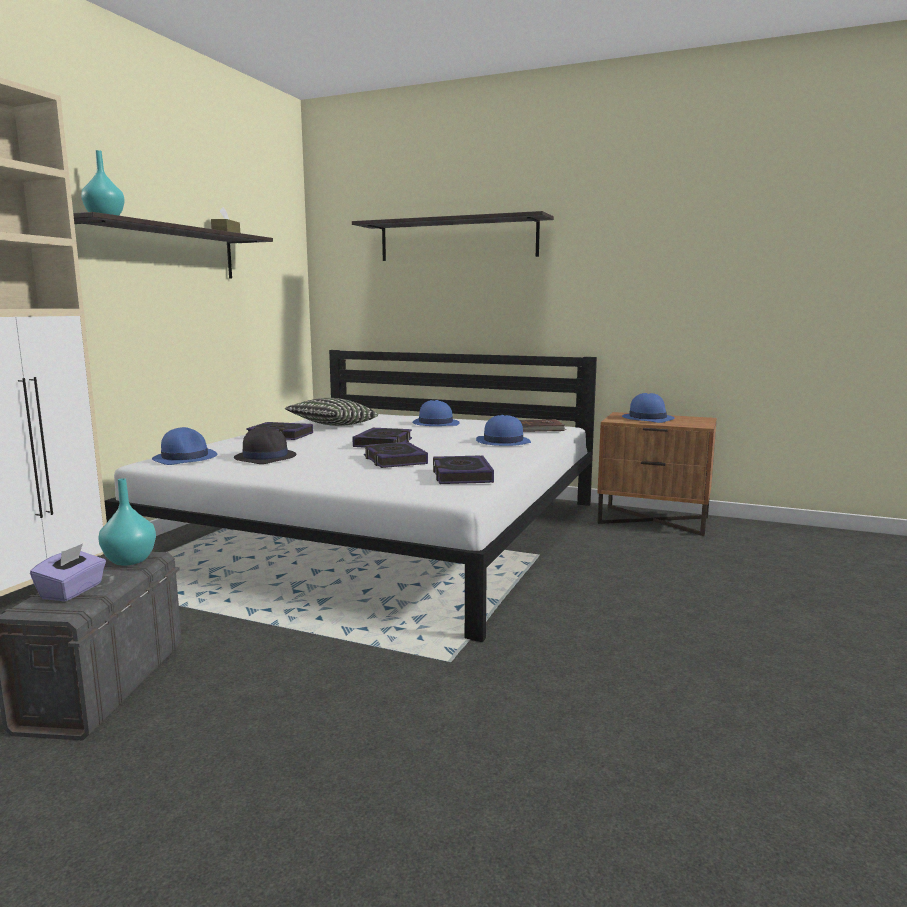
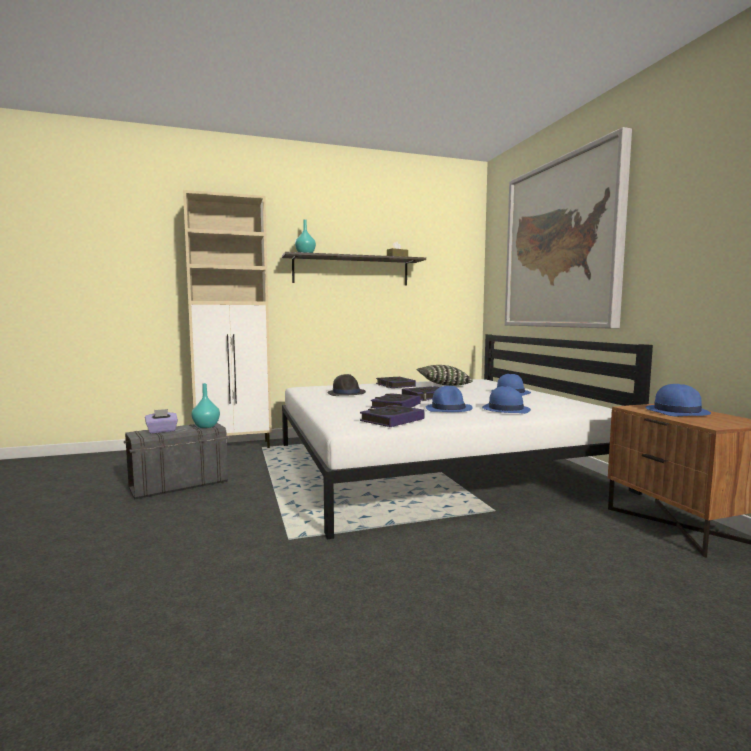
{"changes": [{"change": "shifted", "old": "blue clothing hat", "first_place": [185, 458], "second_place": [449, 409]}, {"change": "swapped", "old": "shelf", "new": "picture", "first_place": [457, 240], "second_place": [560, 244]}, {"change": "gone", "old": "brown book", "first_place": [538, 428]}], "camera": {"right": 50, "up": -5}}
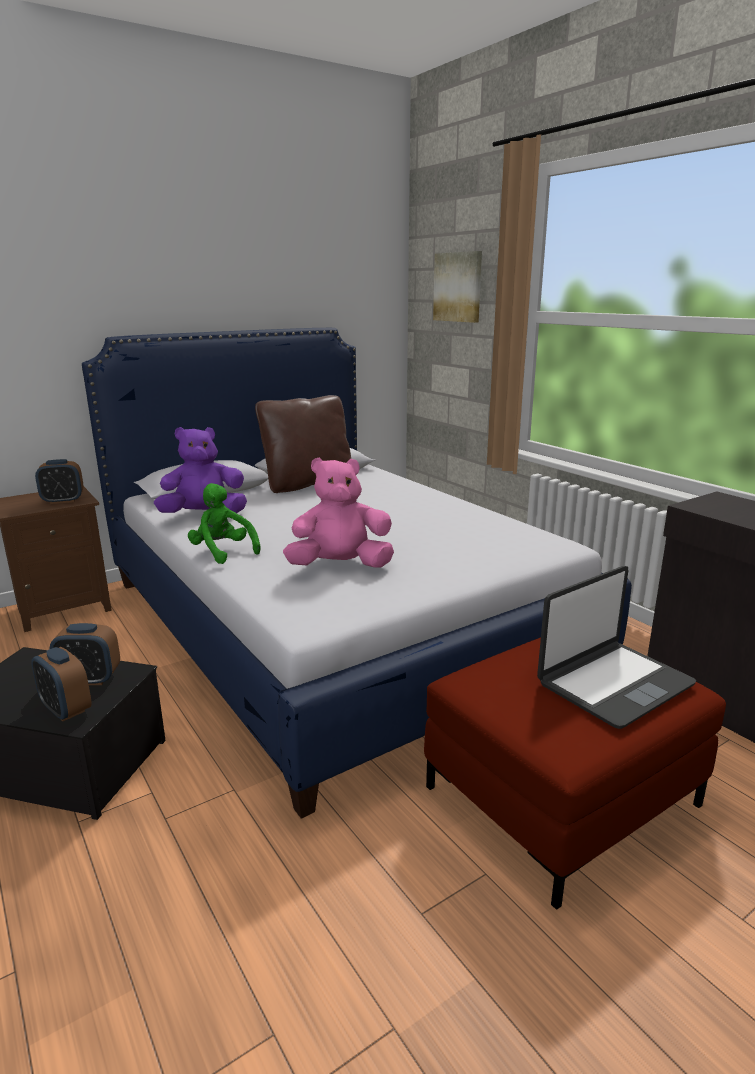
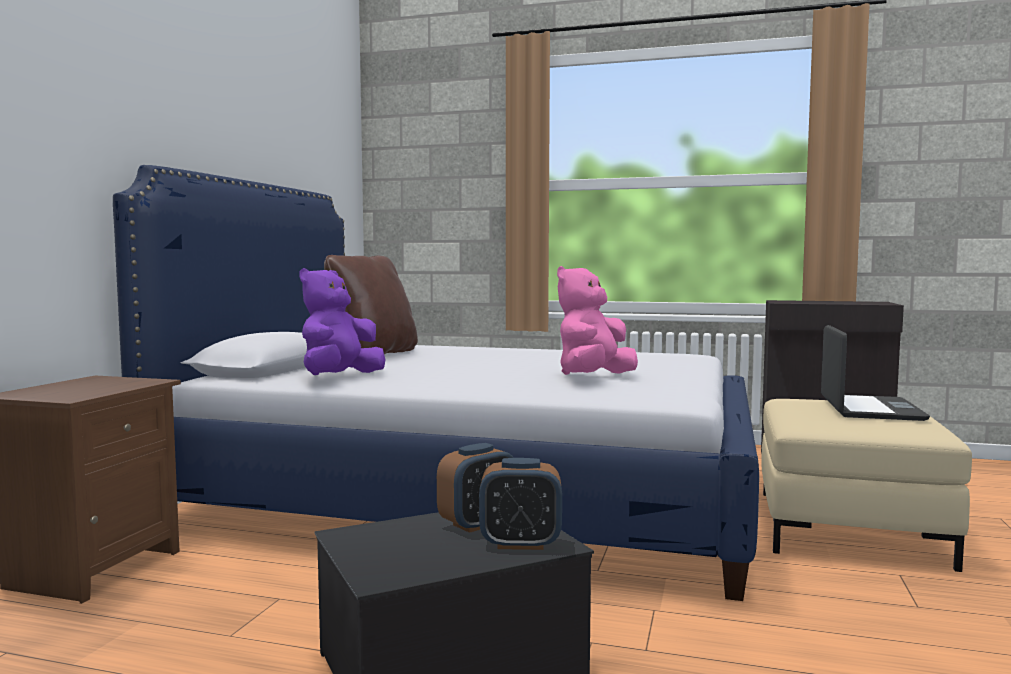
{"changes": [{"change": "repainted", "old": "red ottoman", "new": "beige-coloured ottoman", "first_place": [561, 794], "second_place": [846, 527]}, {"change": "gone", "old": "table clock", "first_place": [63, 501]}, {"change": "gone", "old": "greenish plush toy", "first_place": [223, 552]}, {"change": "gone", "old": "picture", "first_place": [458, 287]}], "camera": {"right": -40, "up": -15}}
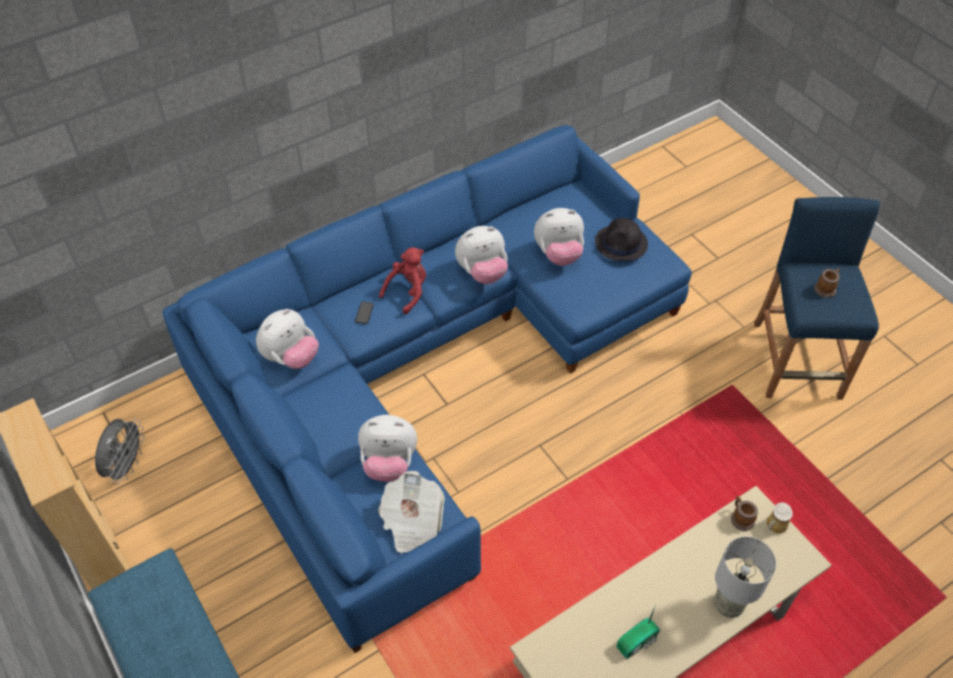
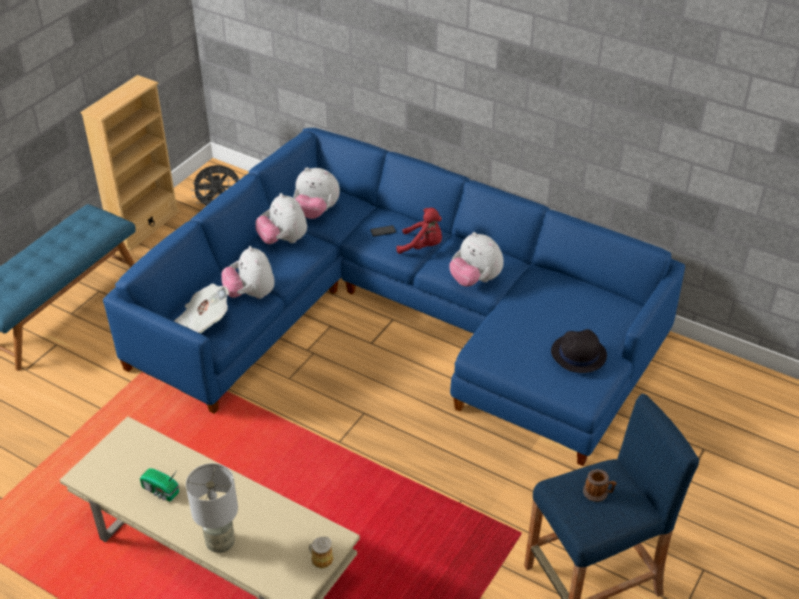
{"changes": [{"change": "shifted", "old": "plush toy", "first_place": [558, 254], "second_place": [283, 240]}, {"change": "gone", "old": "coffee mug", "first_place": [740, 518]}], "camera": {"right": 65, "up": -10}}
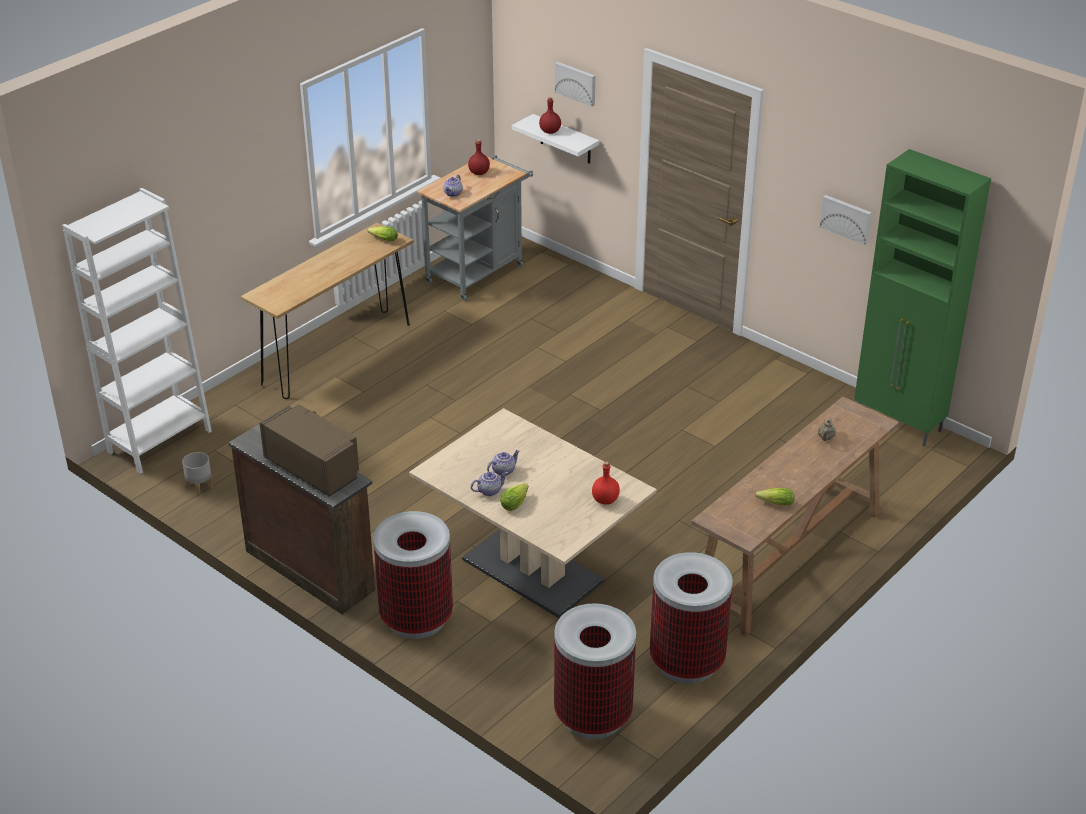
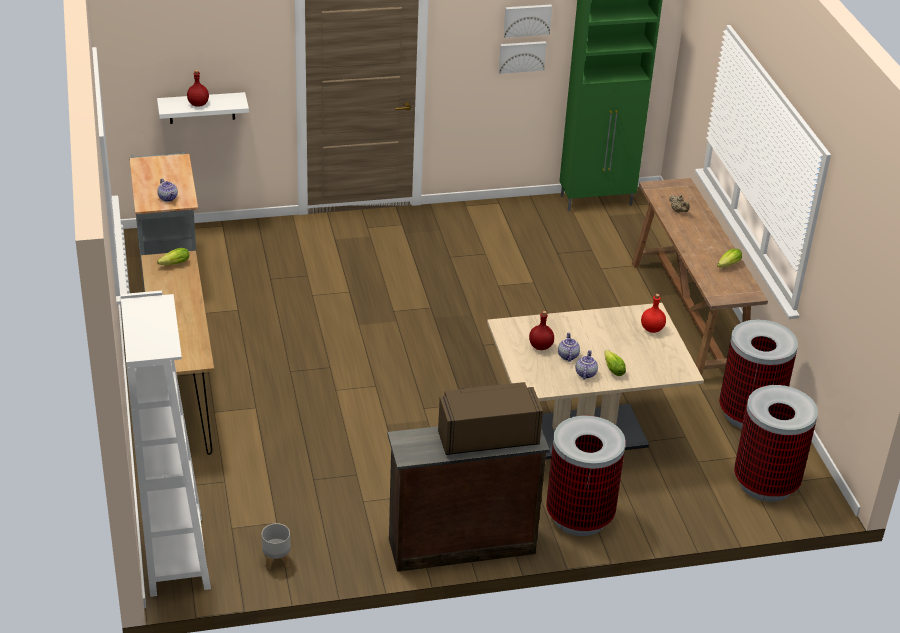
{"changes": [{"change": "shifted", "old": "picture", "first_place": [576, 83], "second_place": [527, 20]}, {"change": "shifted", "old": "red drink bottle", "first_place": [479, 173], "second_place": [541, 346]}], "camera": {"right": -55, "up": 0}}
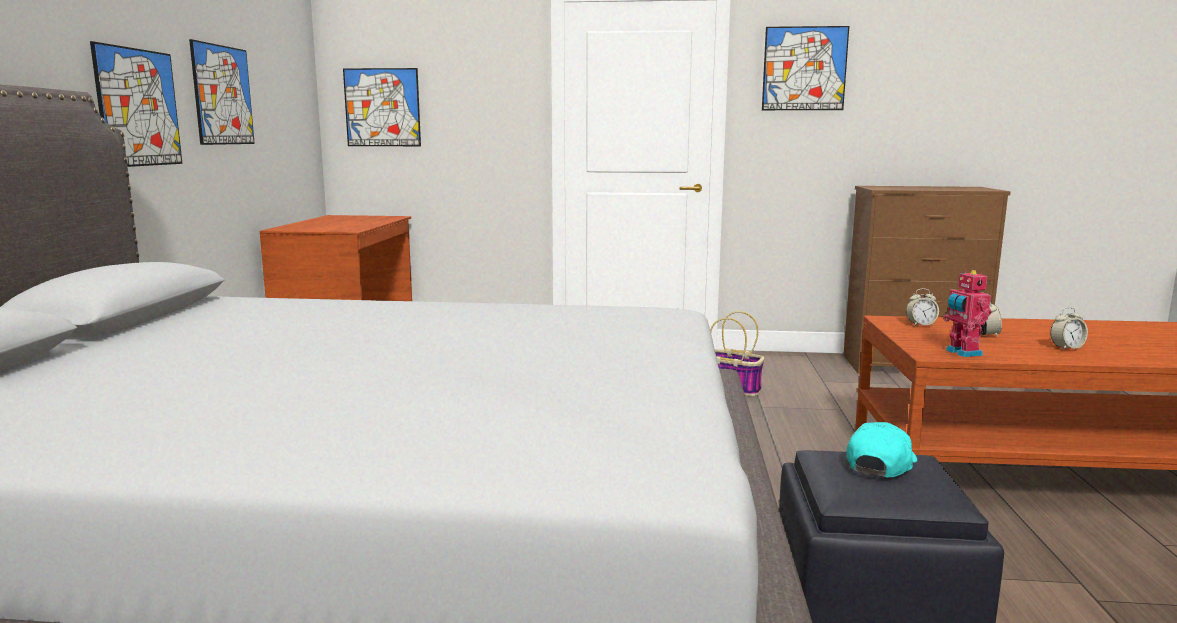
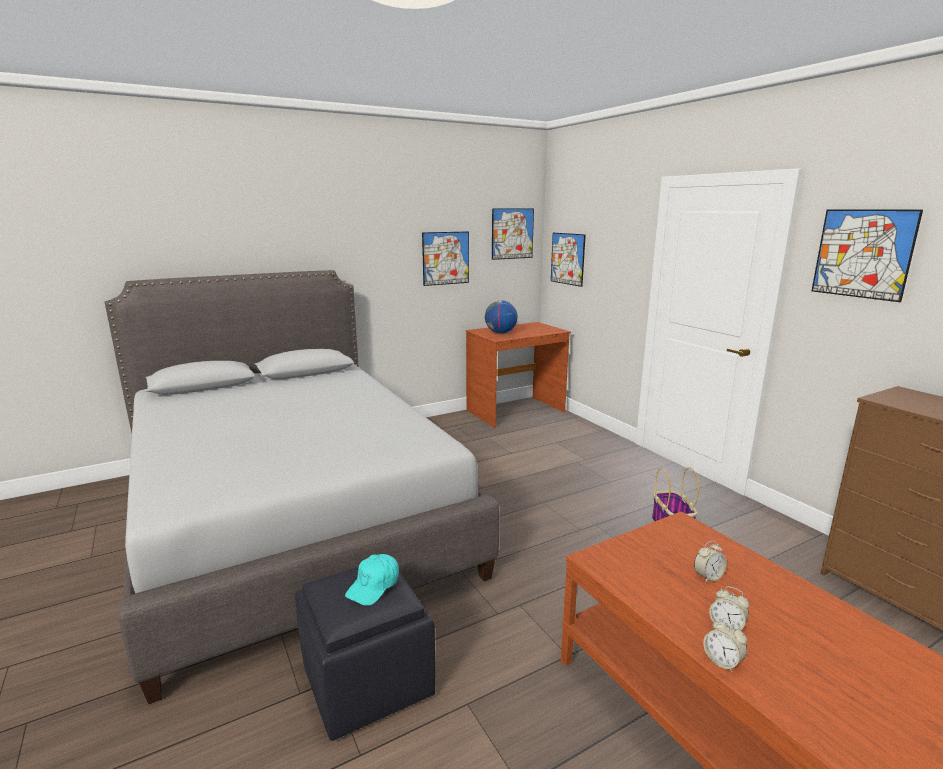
{"changes": [{"change": "rotated", "old": "turquoise-coloured baseball cap", "first_place": [881, 464], "second_place": [374, 586], "degrees": 120}, {"change": "new", "new": "globe", "second_place": [500, 333]}, {"change": "shifted", "old": "picture", "first_place": [138, 107], "second_place": [512, 233]}, {"change": "shifted", "old": "table clock", "first_place": [920, 325], "second_place": [722, 661]}, {"change": "gone", "old": "robot figure", "first_place": [962, 353]}], "camera": {"right": 55, "up": 5}}
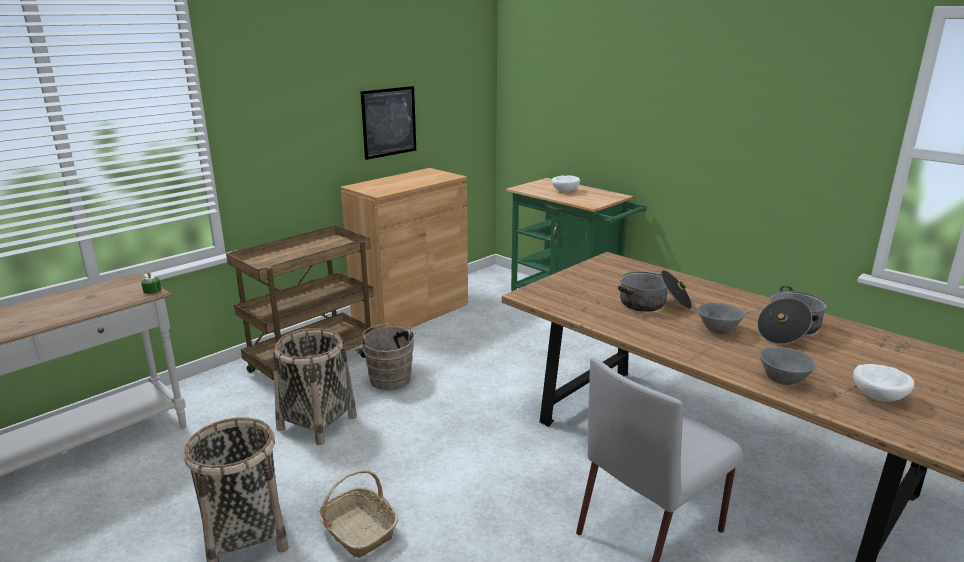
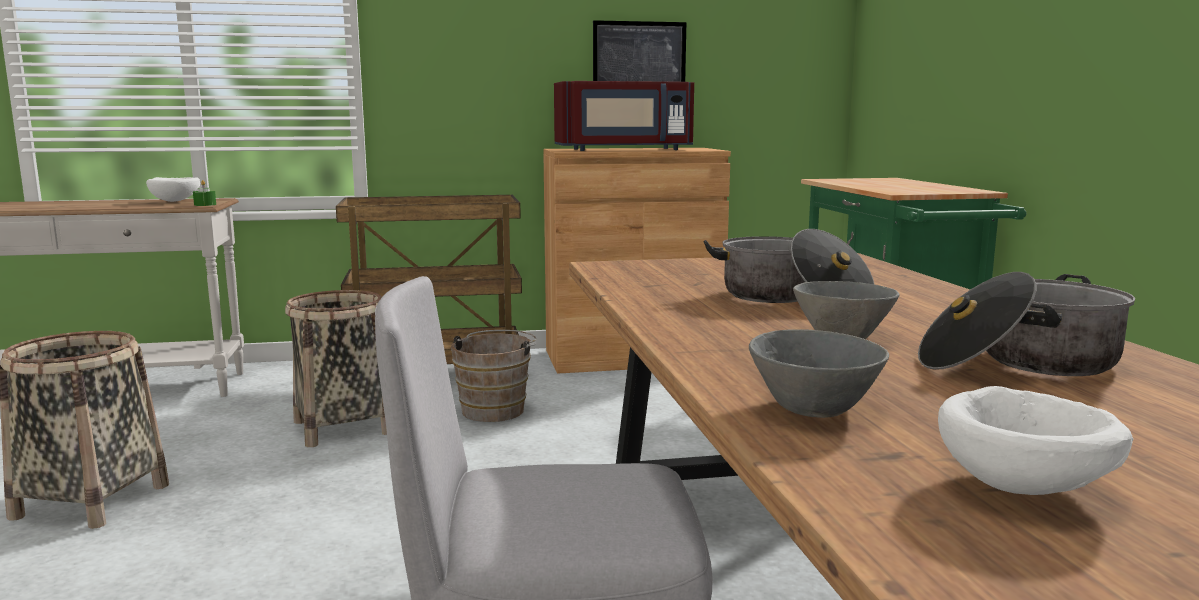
{"changes": [{"change": "shifted", "old": "whitish deep dish", "first_place": [565, 191], "second_place": [176, 201]}, {"change": "new", "new": "red microwave", "second_place": [624, 149]}, {"change": "gone", "old": "storage basket", "first_place": [357, 531]}], "camera": {"right": 35, "up": -10}}
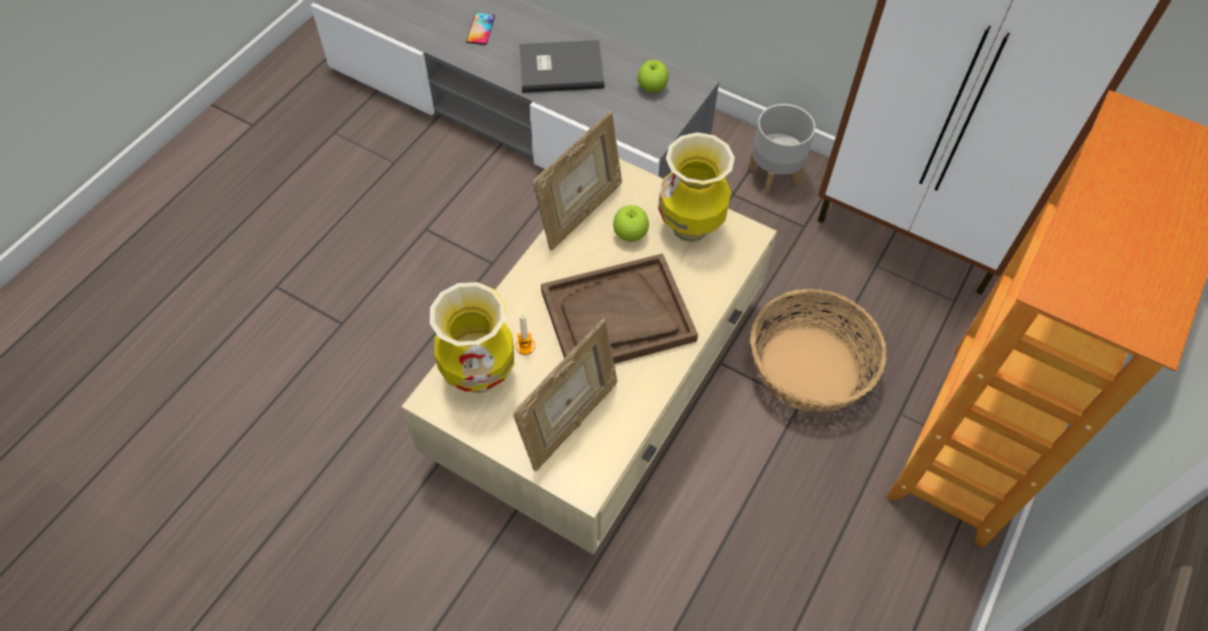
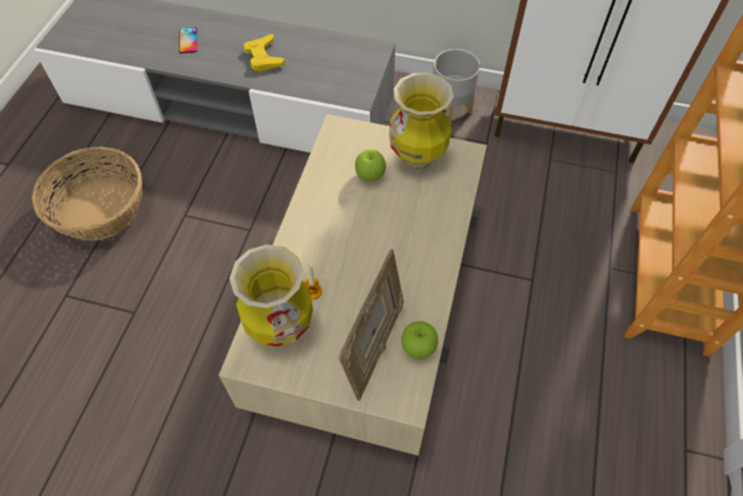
{"changes": [{"change": "shifted", "old": "storage basket", "first_place": [810, 368], "second_place": [101, 209]}, {"change": "swapped", "old": "gray book", "new": "yellow joypad", "first_place": [559, 68], "second_place": [264, 57]}, {"change": "shifted", "old": "apple fruit", "first_place": [652, 88], "second_place": [418, 347]}, {"change": "gone", "old": "standing frame", "first_place": [580, 215]}, {"change": "gone", "old": "brown carrying tray", "first_place": [617, 316]}], "camera": {"right": -15, "up": 0}}
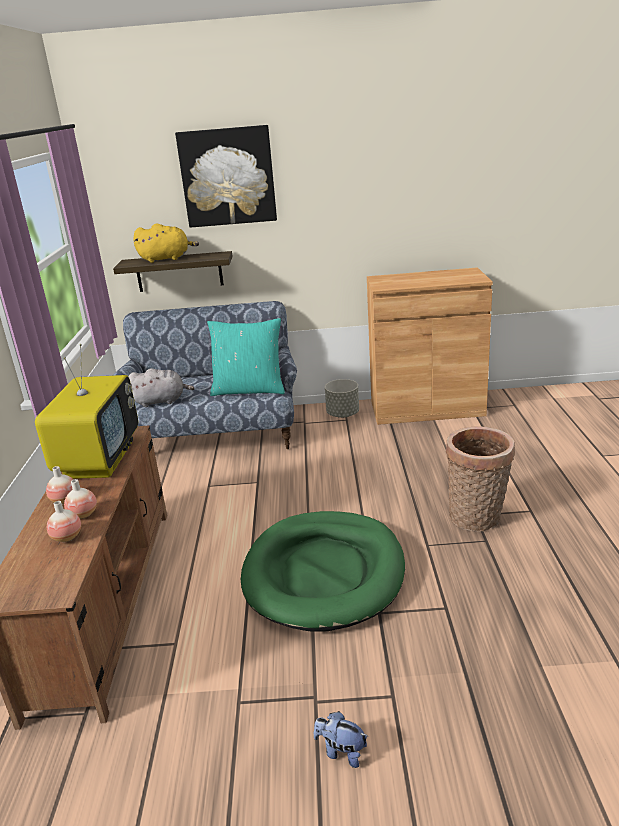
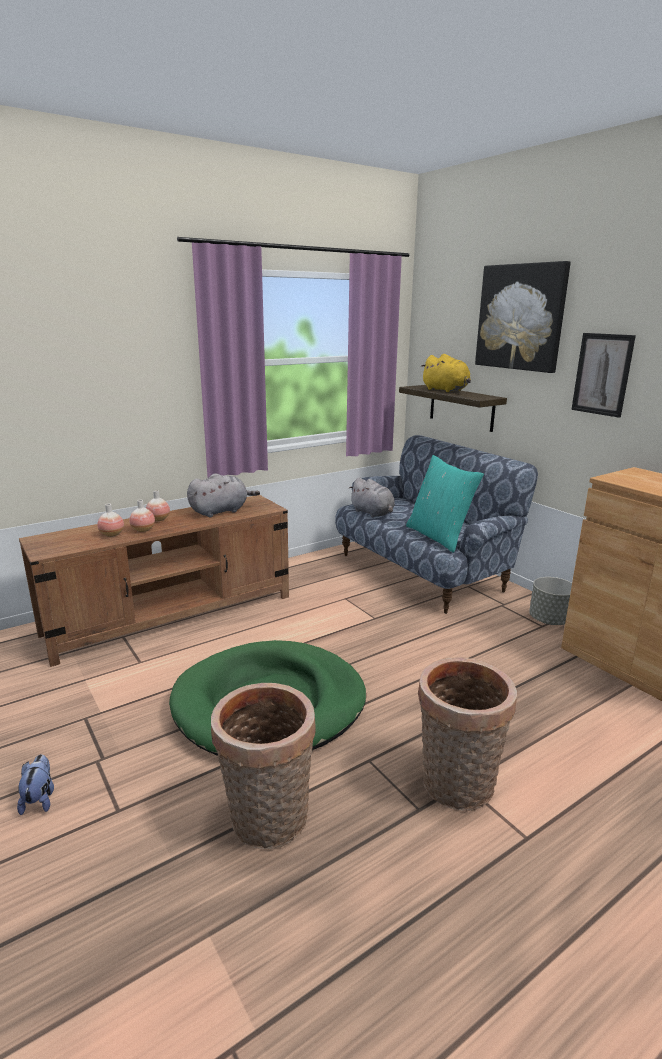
{"changes": [{"change": "swapped", "old": "TV", "new": "gray plush toy", "first_place": [99, 459], "second_place": [221, 511]}, {"change": "new", "new": "storage basket", "second_place": [267, 823]}, {"change": "new", "new": "picture", "second_place": [602, 374]}], "camera": {"right": 55, "up": -5}}
